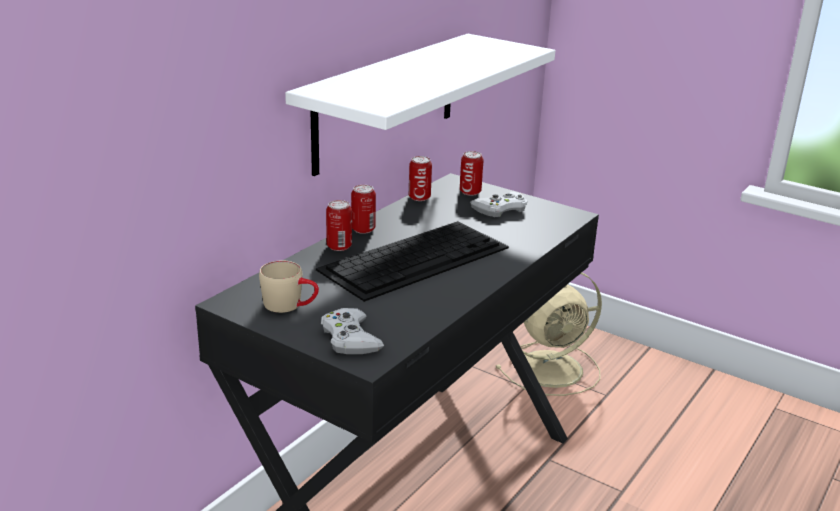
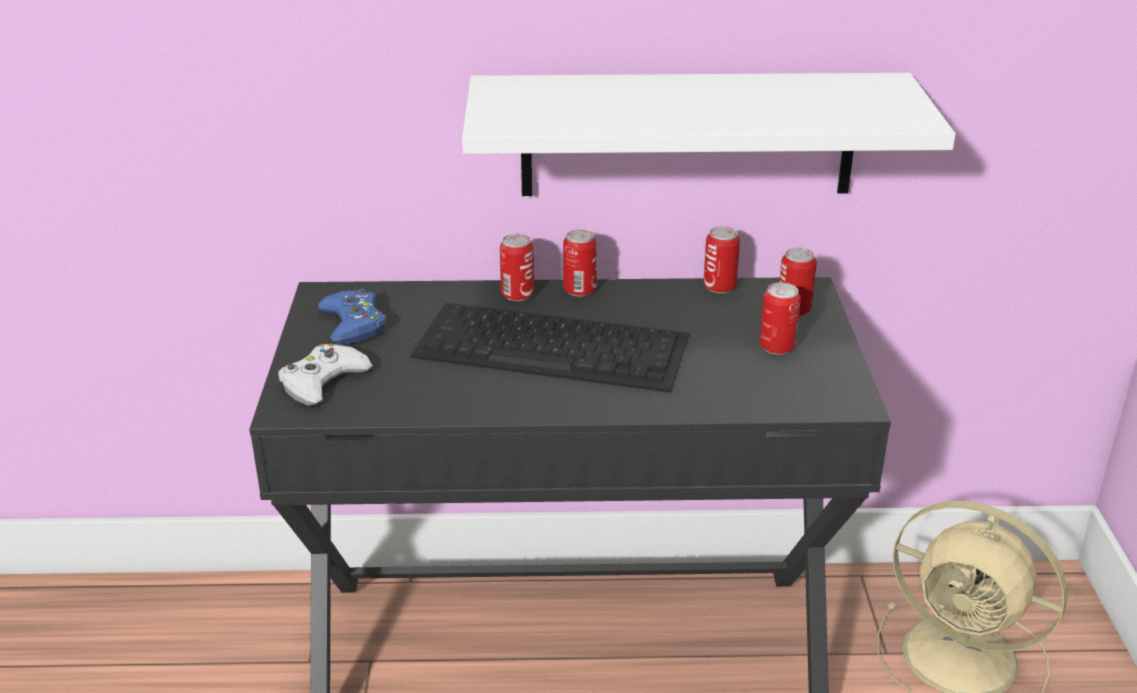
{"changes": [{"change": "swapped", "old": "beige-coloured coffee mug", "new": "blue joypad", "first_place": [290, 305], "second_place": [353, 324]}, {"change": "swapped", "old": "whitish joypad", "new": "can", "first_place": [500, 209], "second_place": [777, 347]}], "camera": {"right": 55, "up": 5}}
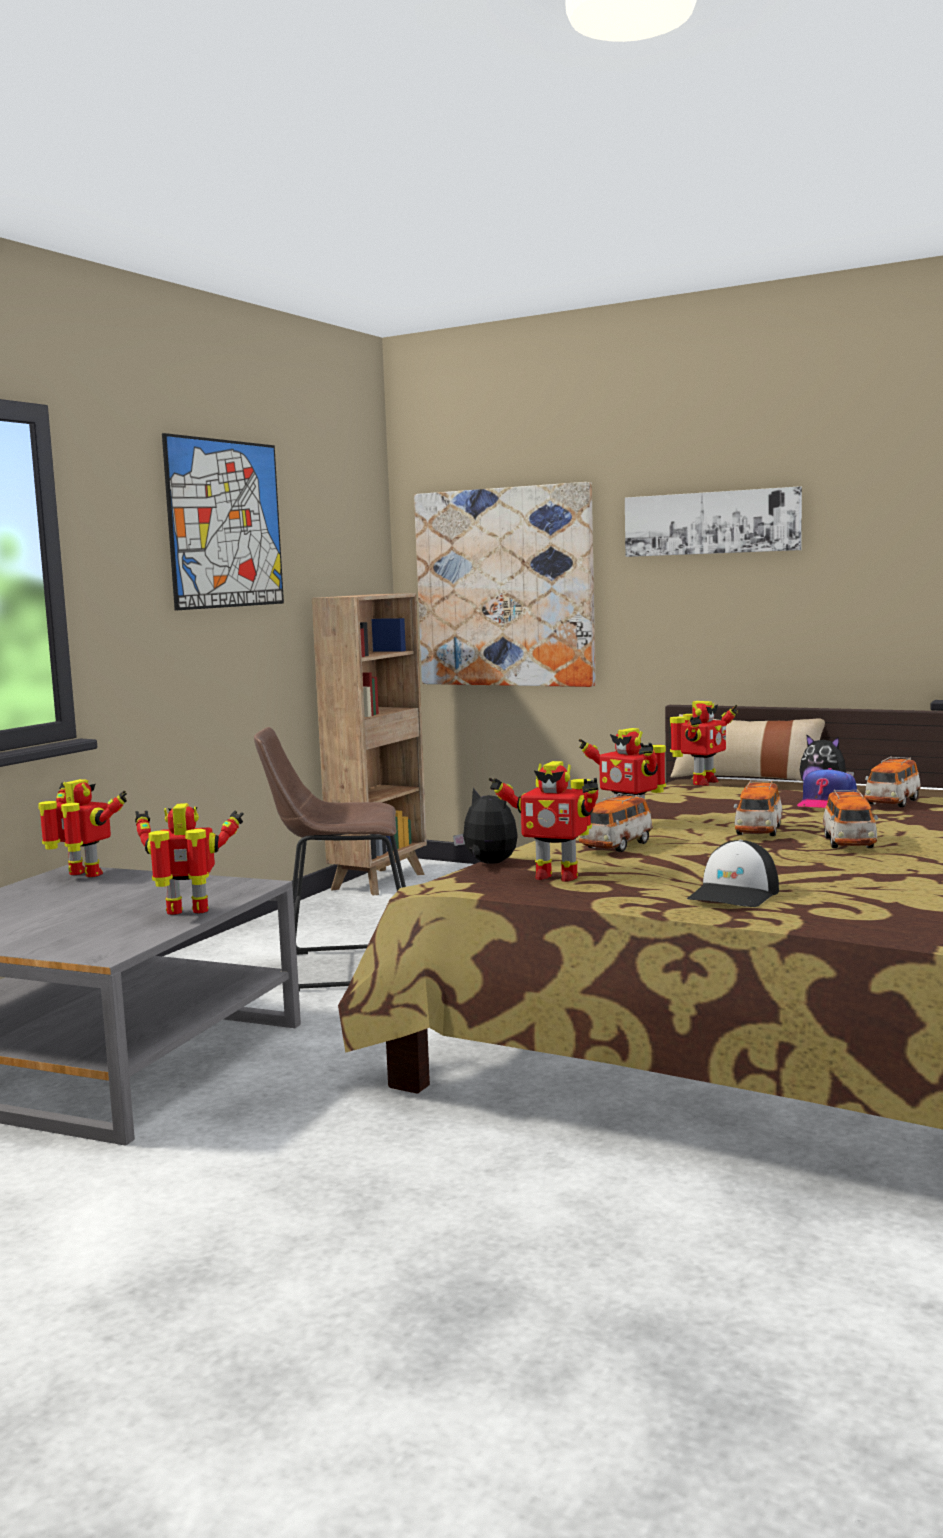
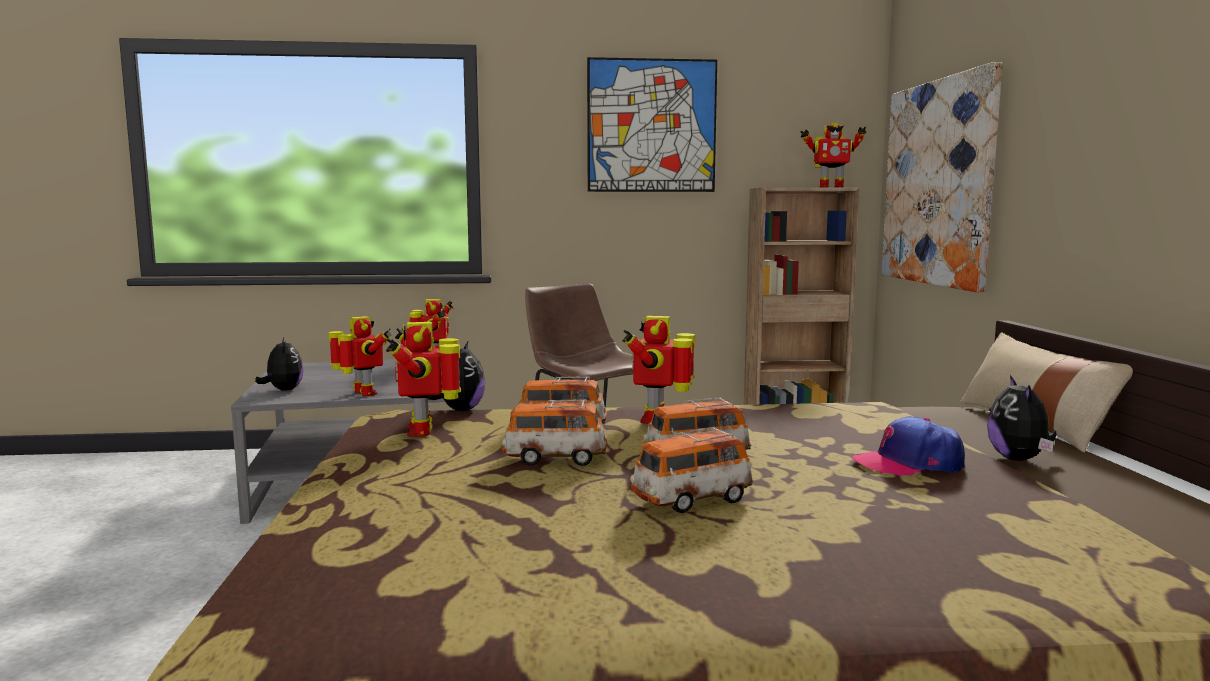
{"changes": [{"change": "new", "new": "plush toy", "second_place": [283, 390]}, {"change": "shifted", "old": "toy car", "first_place": [892, 803], "second_place": [554, 459]}, {"change": "shifted", "old": "robot figure", "first_place": [702, 783], "second_place": [830, 187]}, {"change": "gone", "old": "picture", "first_place": [711, 523]}, {"change": "gone", "old": "baseball cap", "first_place": [735, 895]}], "camera": {"right": 55, "up": 0}}
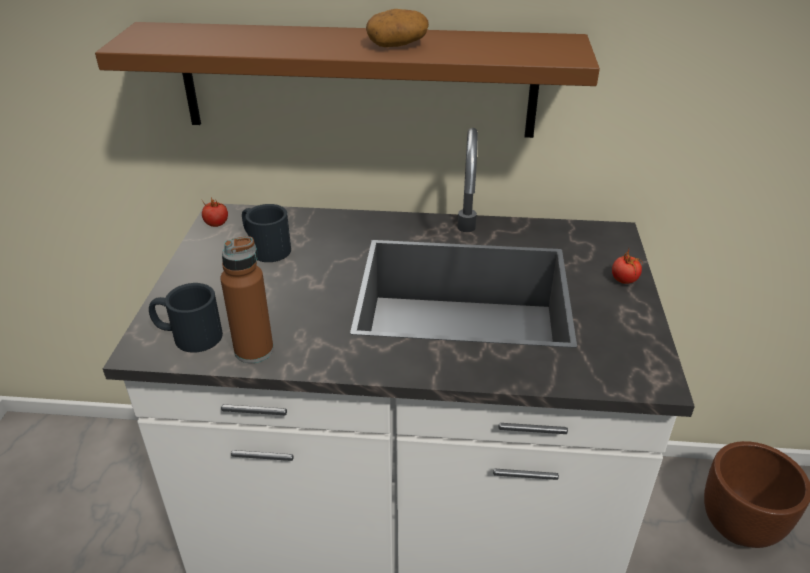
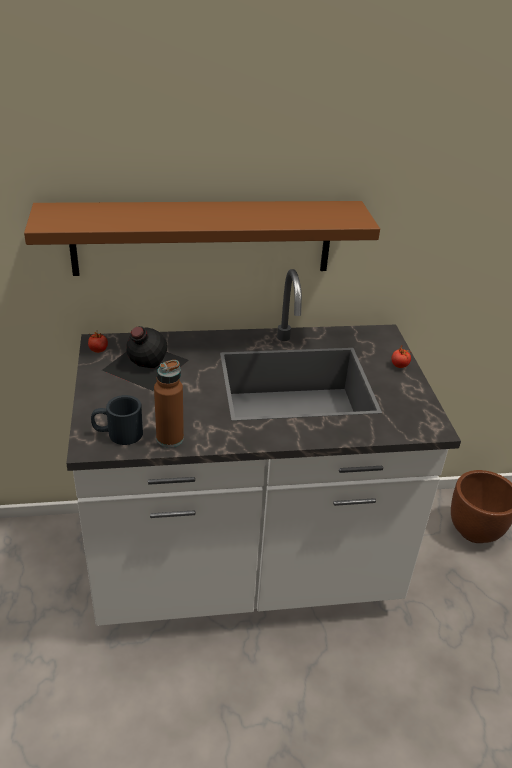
{"changes": [{"change": "swapped", "old": "black coffee mug", "new": "black drink bottle", "first_place": [265, 247], "second_place": [144, 365]}, {"change": "gone", "old": "potato", "first_place": [397, 45]}], "camera": {"right": -15, "up": 0}}
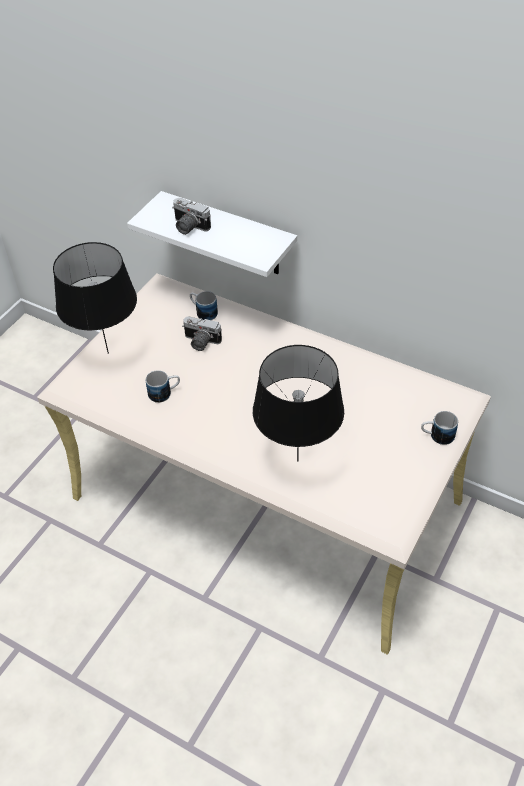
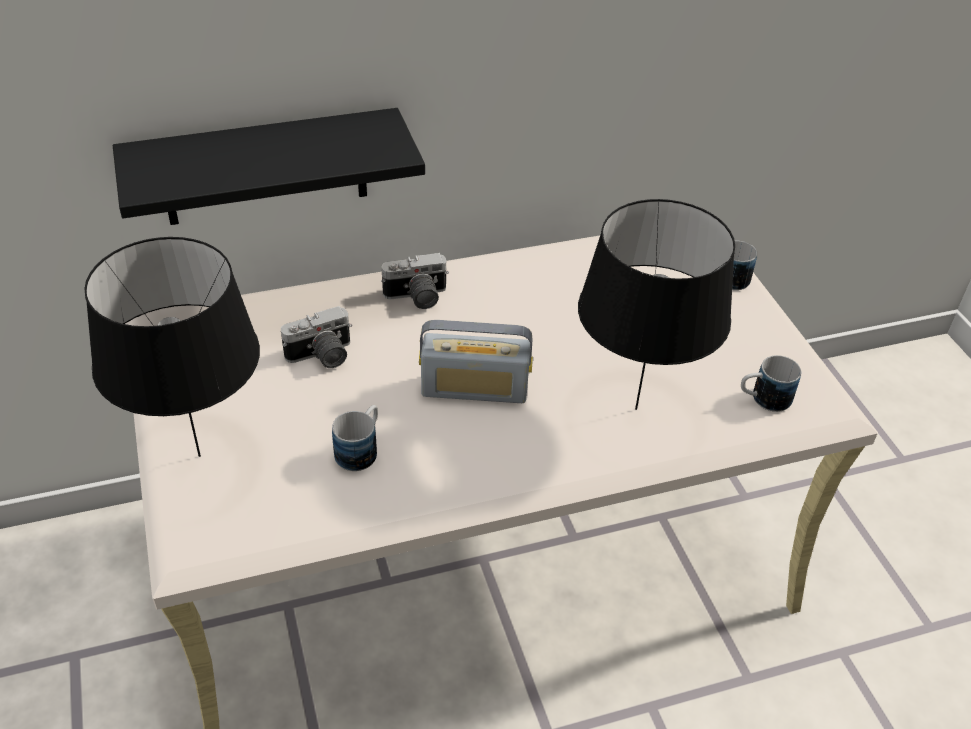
{"changes": [{"change": "repainted", "old": "whitish shelf", "new": "black shelf", "first_place": [228, 234], "second_place": [265, 168]}, {"change": "shifted", "old": "still camera", "first_place": [188, 227], "second_place": [416, 298]}, {"change": "new", "new": "radio set", "second_place": [474, 389]}, {"change": "shifted", "old": "coffee mug", "first_place": [203, 312], "second_place": [763, 399]}], "camera": {"right": -50, "up": -5}}
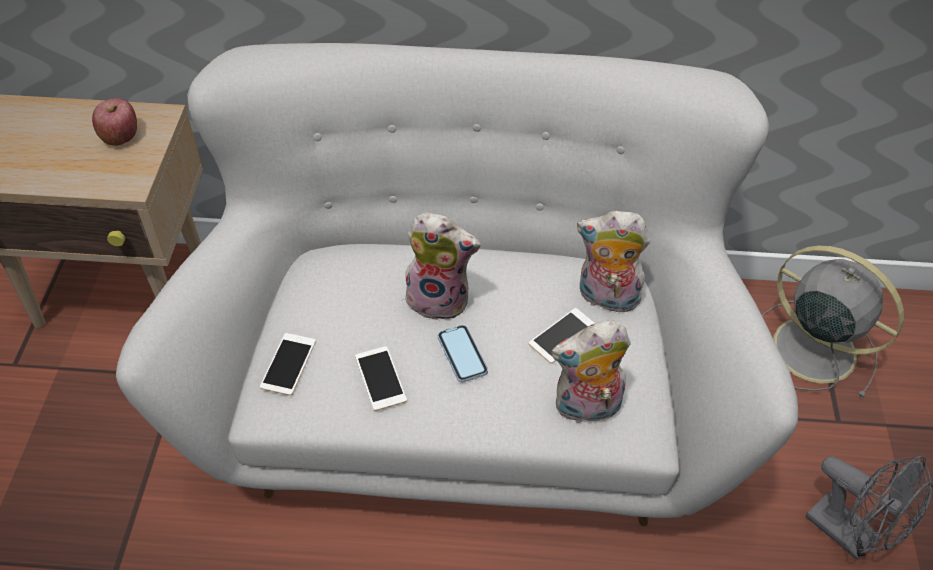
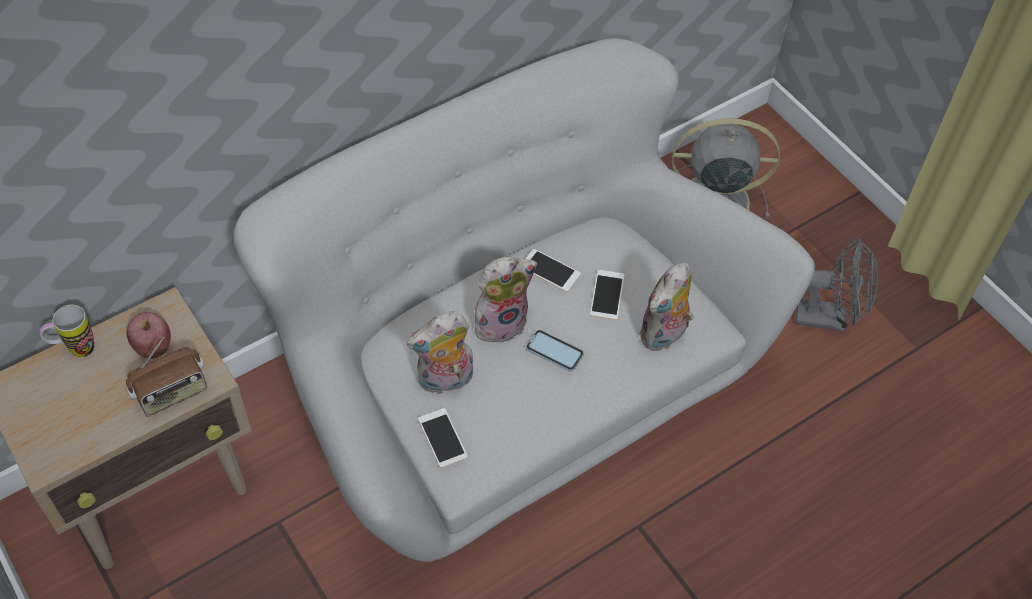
{"changes": [{"change": "new", "new": "coffee mug", "second_place": [75, 350]}, {"change": "new", "new": "radio set", "second_place": [172, 394]}, {"change": "shifted", "old": "plush toy", "first_place": [606, 298], "second_place": [445, 381]}, {"change": "shifted", "old": "phone", "first_place": [380, 378], "second_place": [550, 270]}], "camera": {"right": -40, "up": 5}}
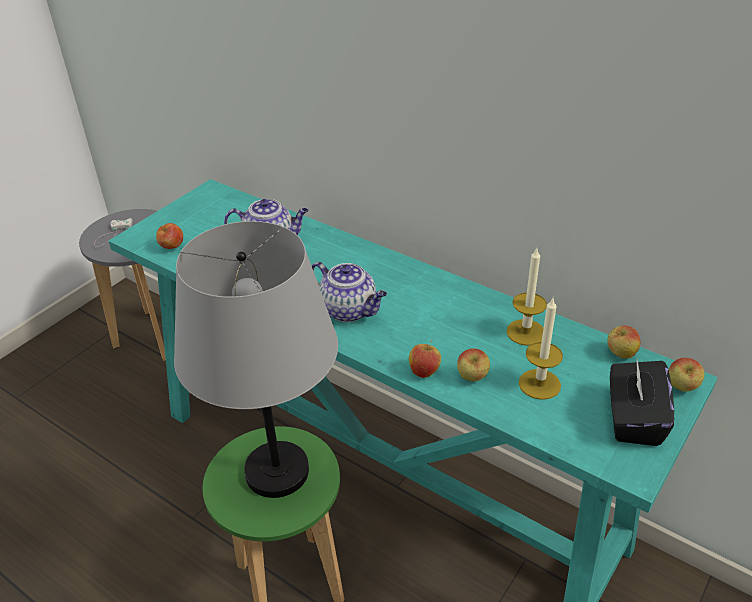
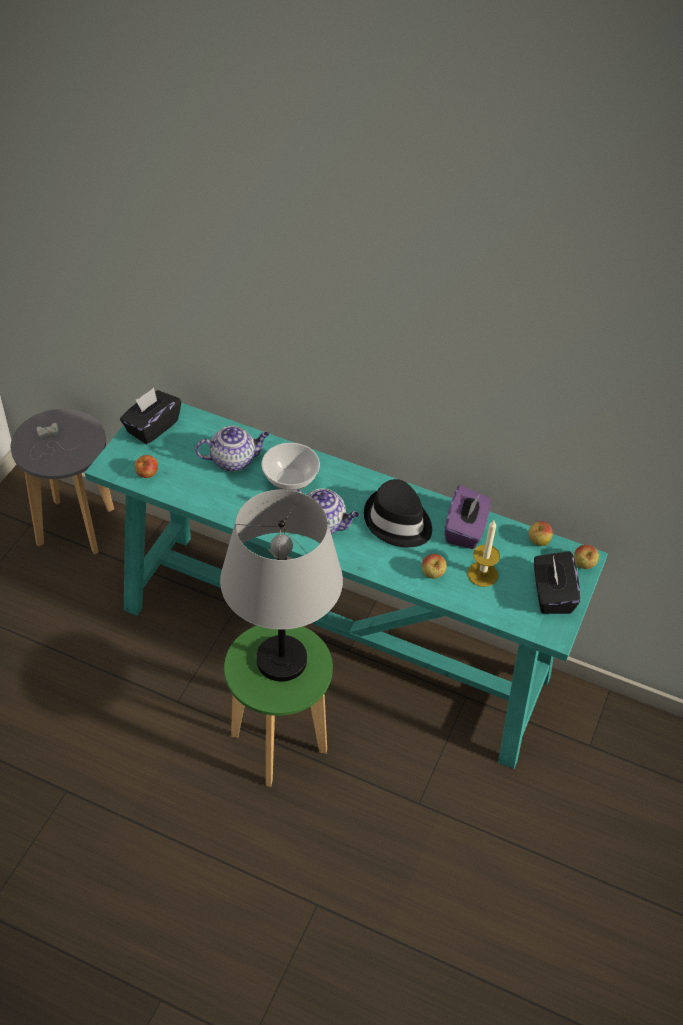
{"changes": [{"change": "new", "new": "black box of tissues", "second_place": [152, 427]}, {"change": "new", "new": "deep dish", "second_place": [289, 480]}, {"change": "new", "new": "black clothing hat", "second_place": [397, 521]}, {"change": "swapped", "old": "candle", "new": "purplish box of tissues", "first_place": [525, 332], "second_place": [465, 530]}, {"change": "gone", "old": "apple fruit", "first_place": [424, 372]}], "camera": {"right": -15, "up": 10}}
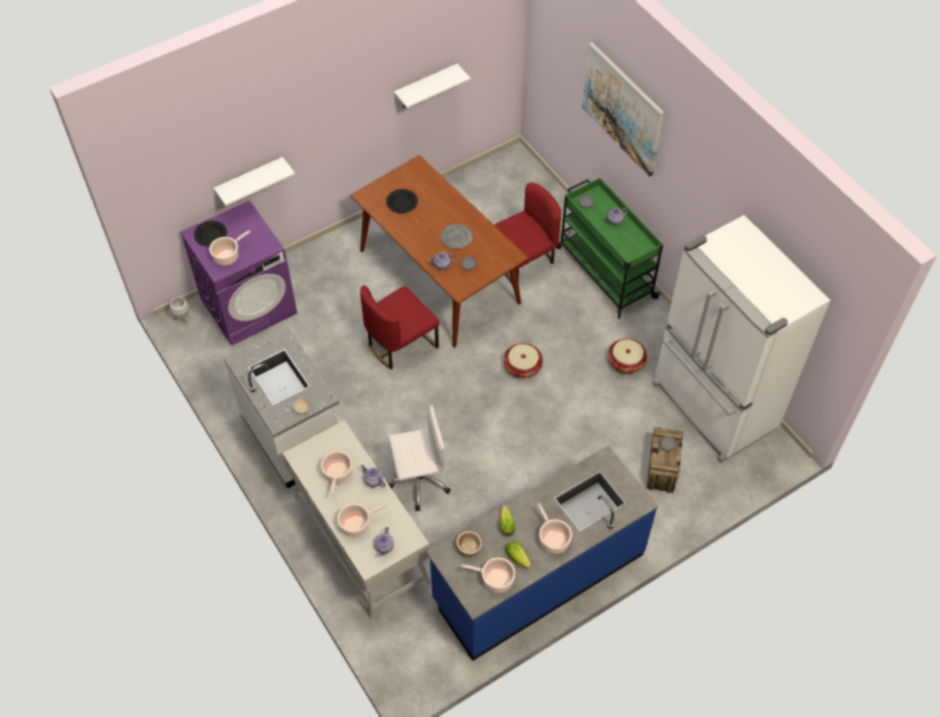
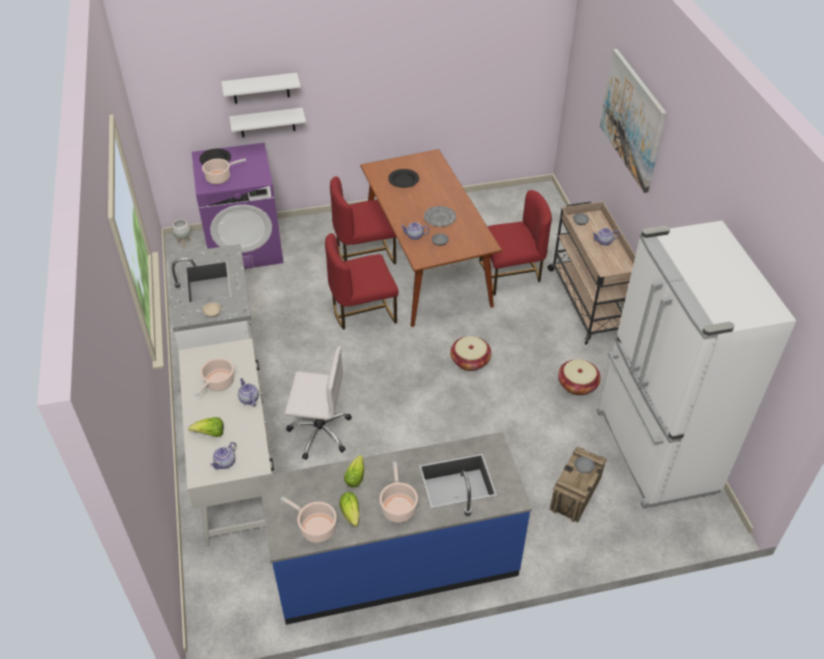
{"changes": [{"change": "swapped", "old": "cooking pot", "new": "lettuce head", "first_place": [357, 524], "second_place": [210, 434]}, {"change": "shifted", "old": "whitish shelf", "first_place": [426, 86], "second_place": [261, 88]}, {"change": "new", "new": "red upright chair", "second_place": [365, 252]}, {"change": "repainted", "old": "greenish wheeled cart", "new": "beige-coloured wheeled cart", "first_place": [604, 271], "second_place": [588, 301]}, {"change": "gone", "old": "deep dish", "first_place": [469, 547]}], "camera": {"right": 20, "up": -10}}
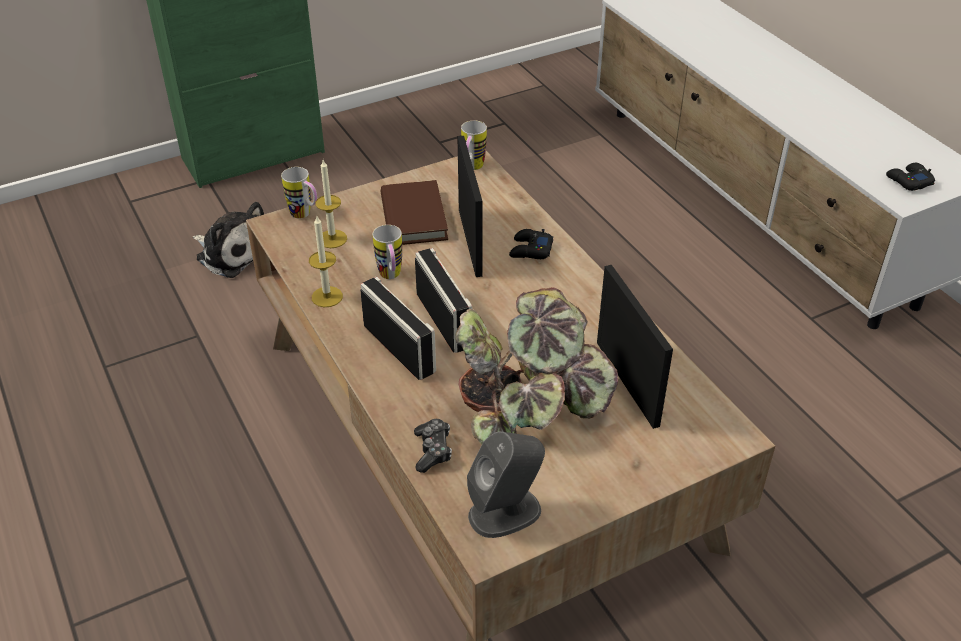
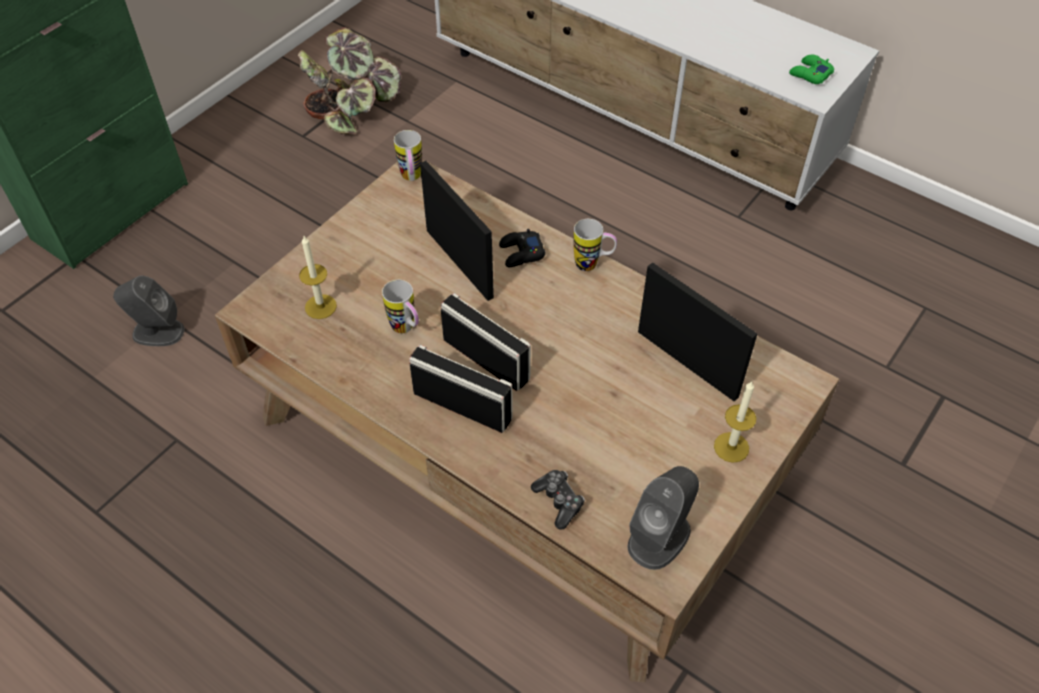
{"changes": [{"change": "swapped", "old": "plush toy", "new": "gray speaker", "first_place": [233, 252], "second_place": [157, 332]}, {"change": "shifted", "old": "houseplant", "first_place": [529, 407], "second_place": [352, 108]}, {"change": "shifted", "old": "coffee mug", "first_place": [305, 215], "second_place": [593, 265]}, {"change": "shifted", "old": "candle", "first_place": [327, 297], "second_place": [731, 447]}, {"change": "repainted", "old": "black joypad", "new": "greenish joypad", "first_place": [908, 181], "second_place": [810, 74]}, {"change": "gone", "old": "brown book", "first_place": [413, 217]}], "camera": {"right": -25, "up": 10}}
